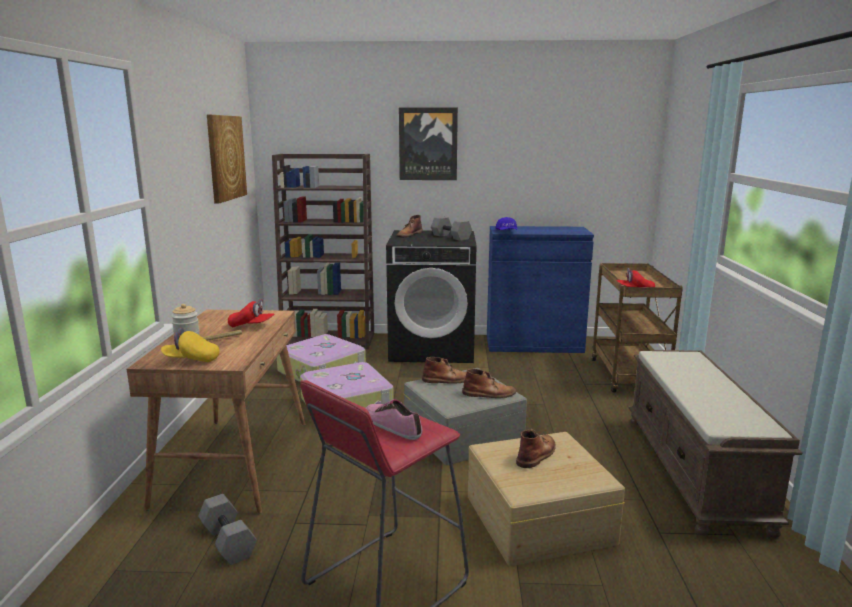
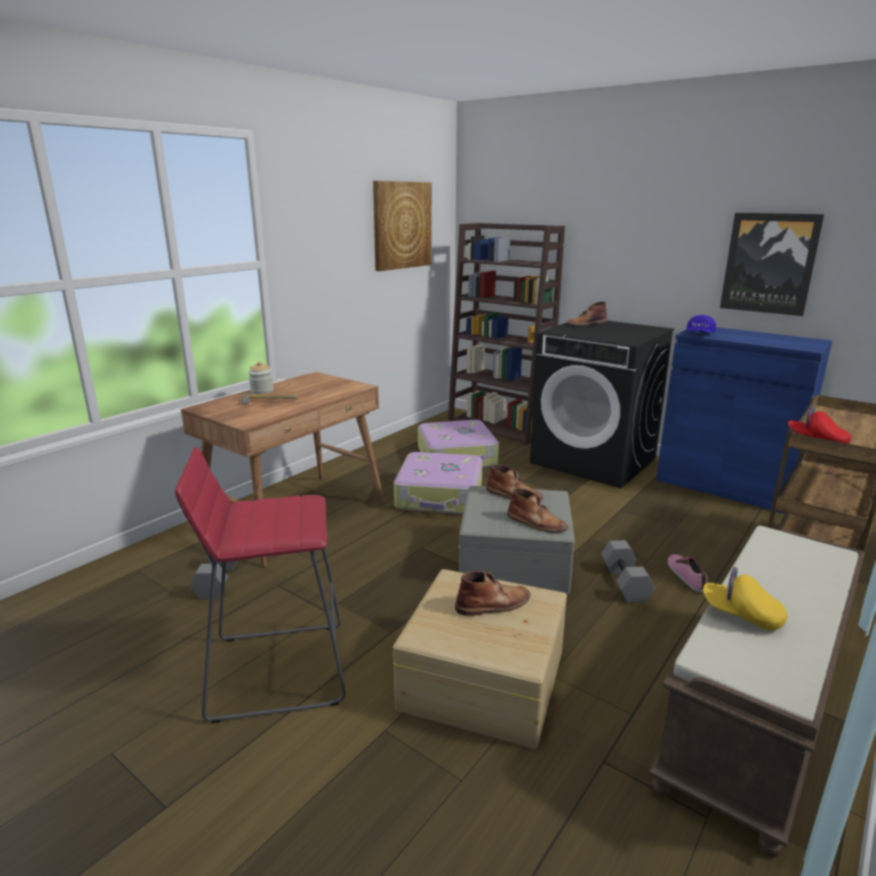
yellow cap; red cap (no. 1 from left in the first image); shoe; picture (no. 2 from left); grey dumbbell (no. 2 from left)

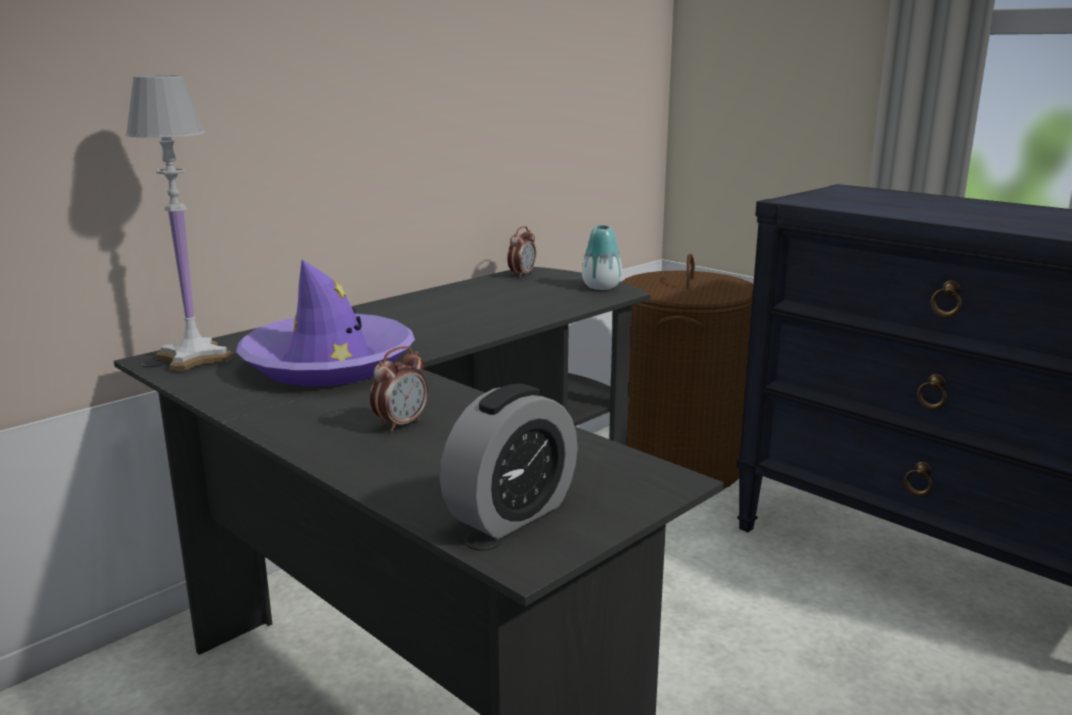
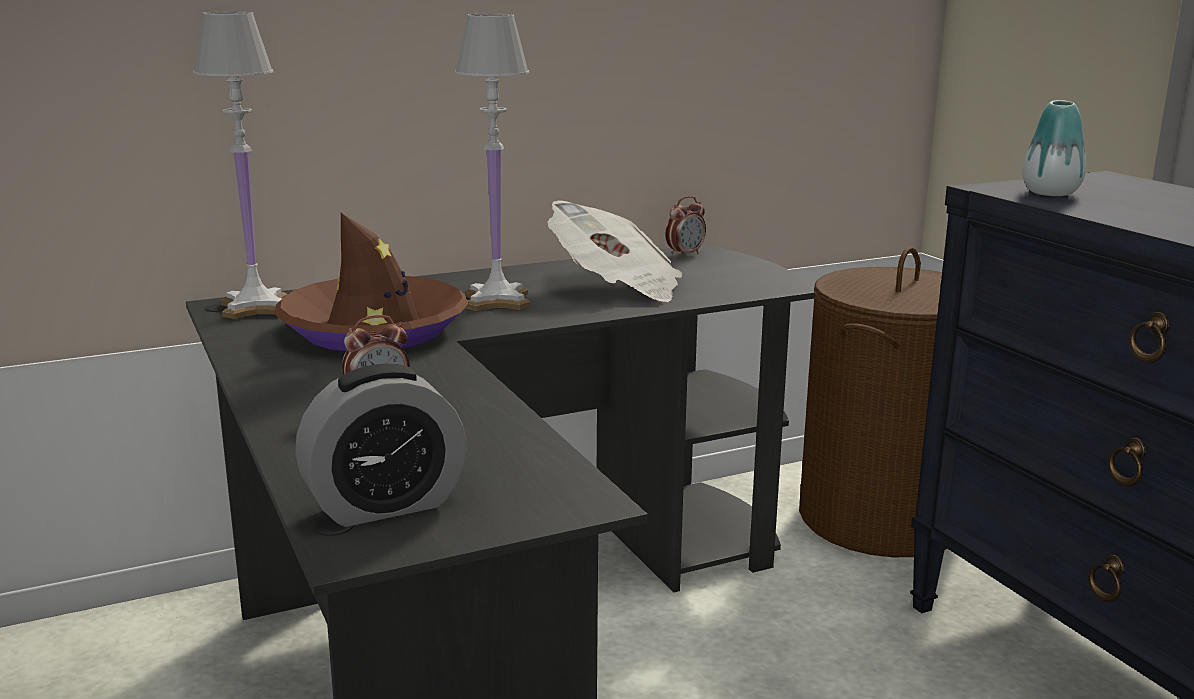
brown hat; vase; white table lamp (no. 2 from left); newspaper

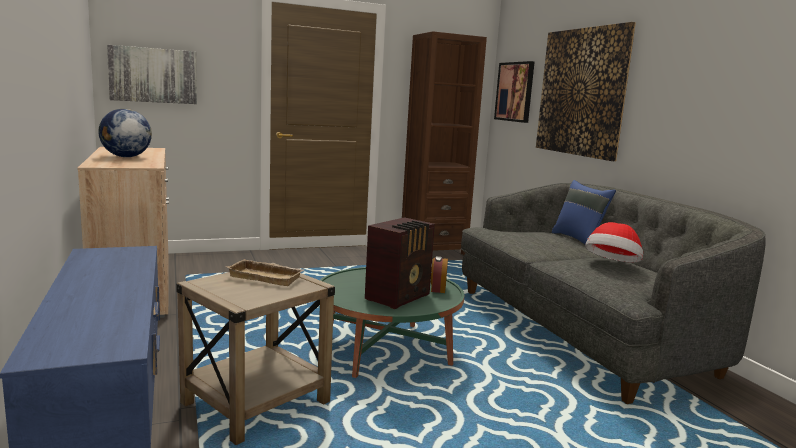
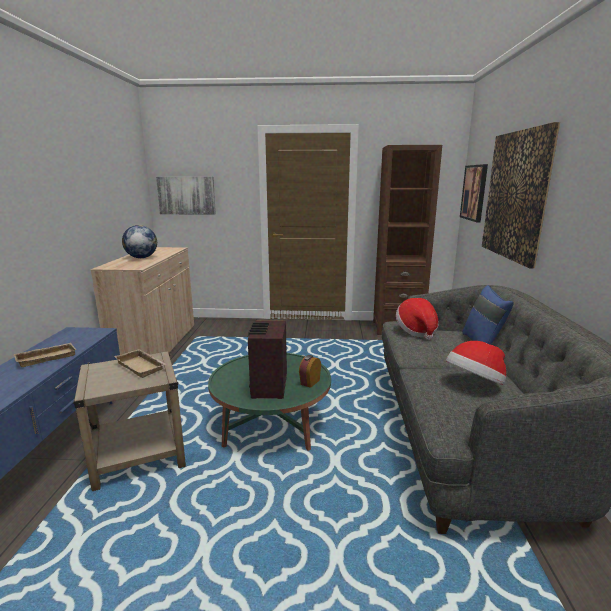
radio; beige tray (no. 1 from left); hat (no. 1 from left)

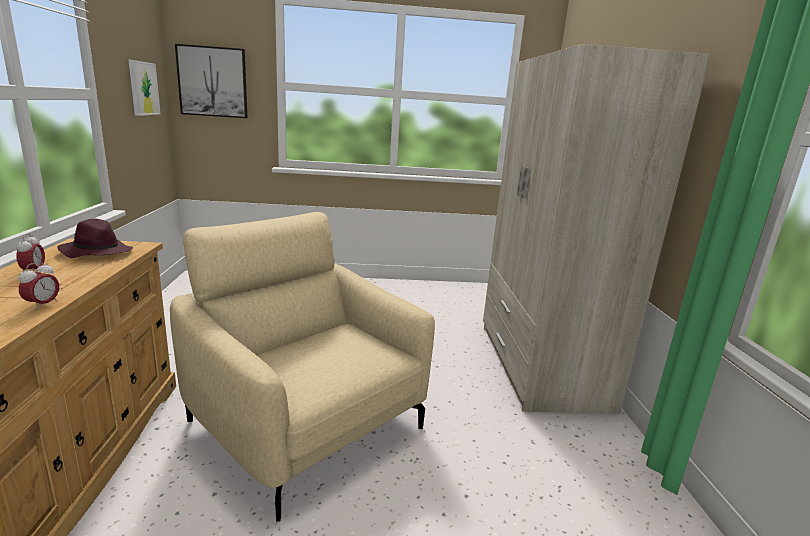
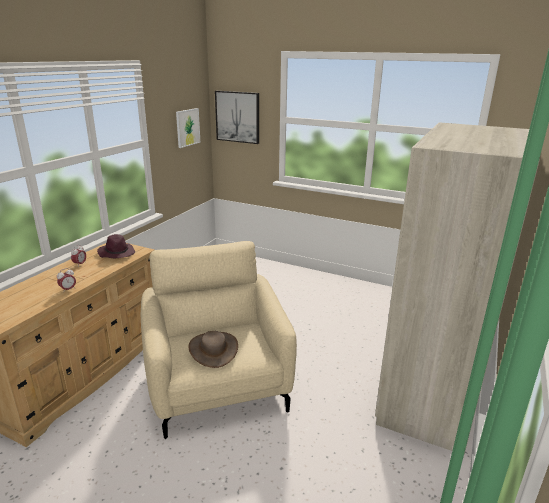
brown hat

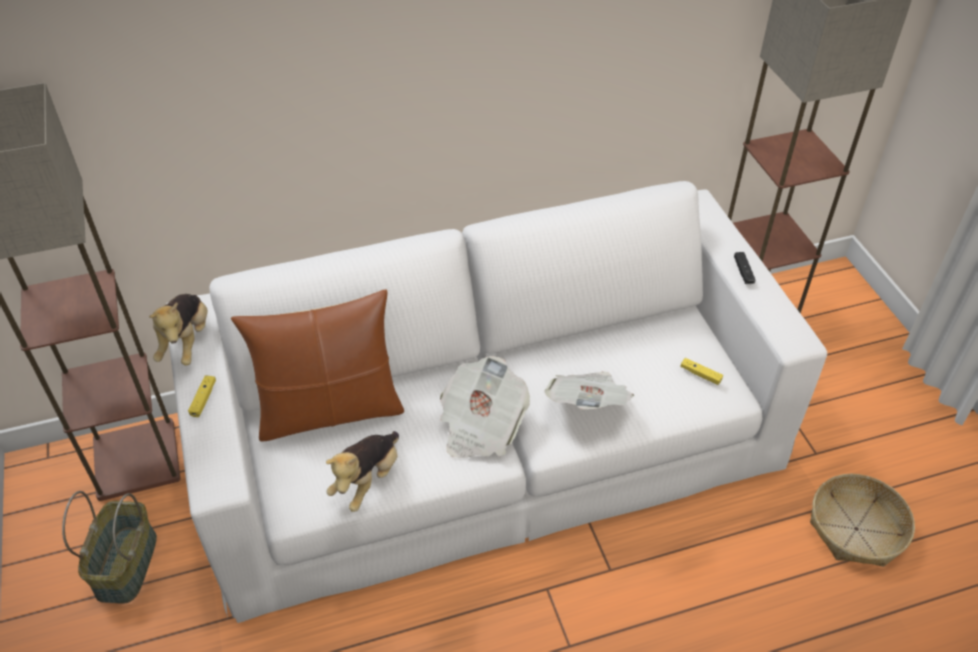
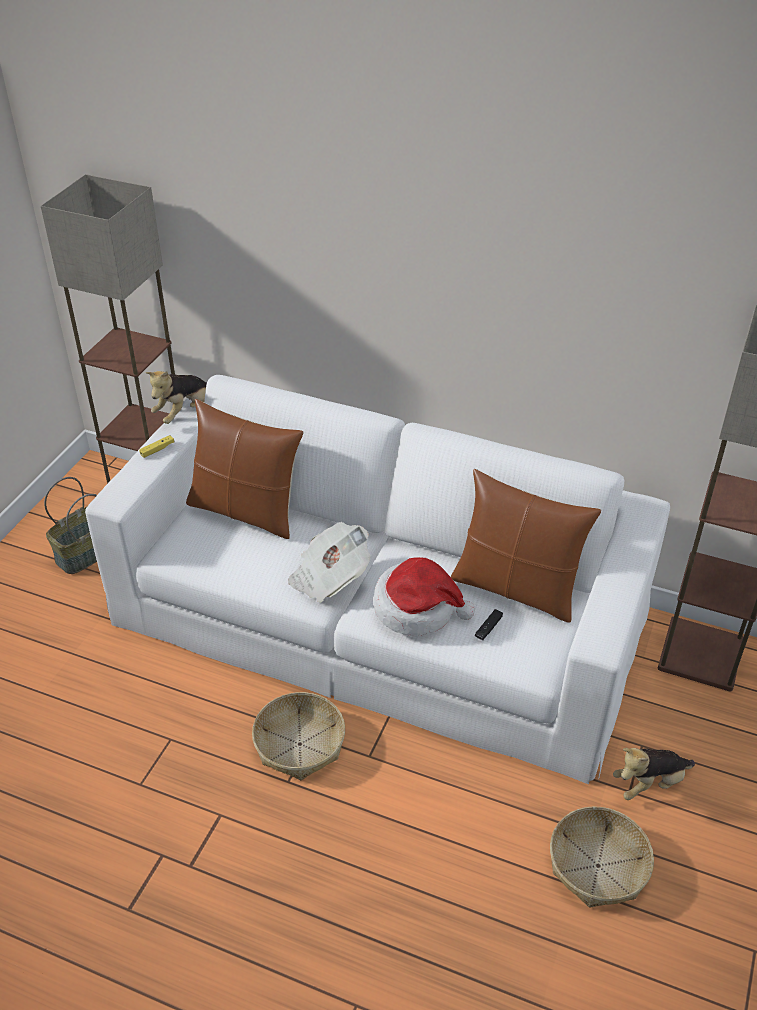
plush toy (no. 2 from left); hat; yellow game controller (no. 2 from left in the first image); black game controller; basket (no. 2 from left); brown pillow (no. 2 from left)

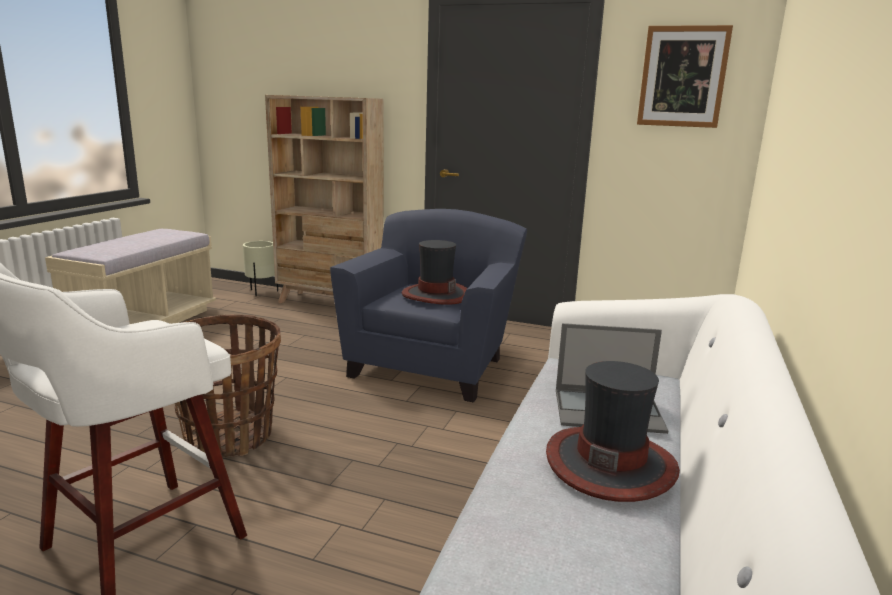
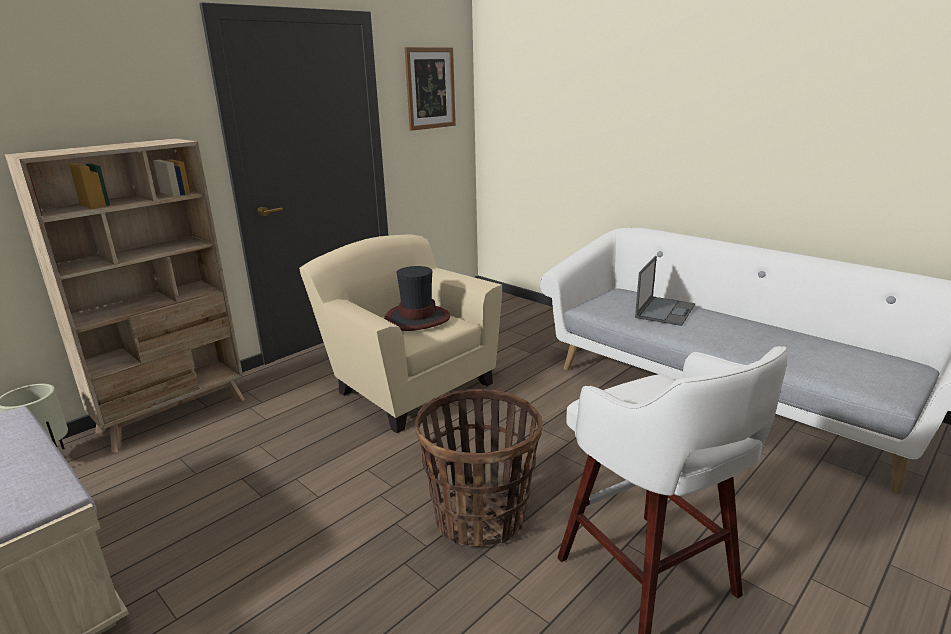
beige armchair; hat (no. 2 from left in the first image)

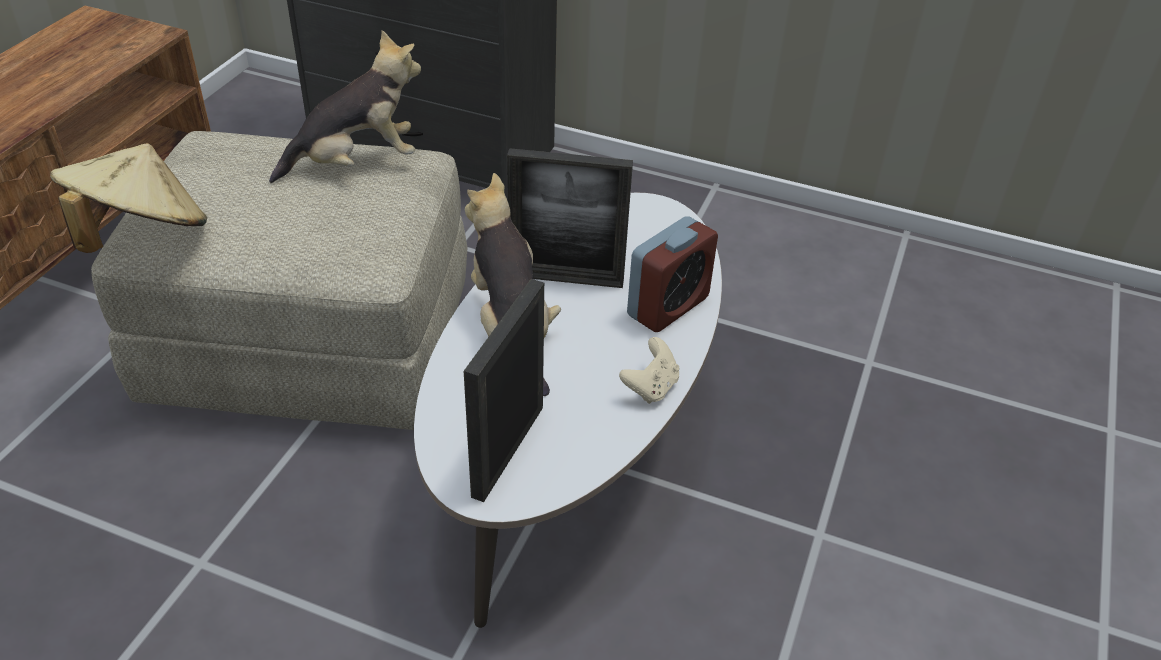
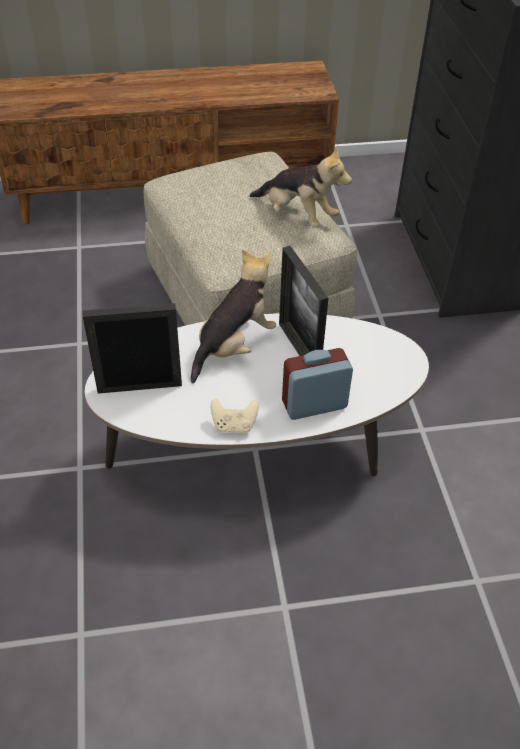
beige hat; alarm clock

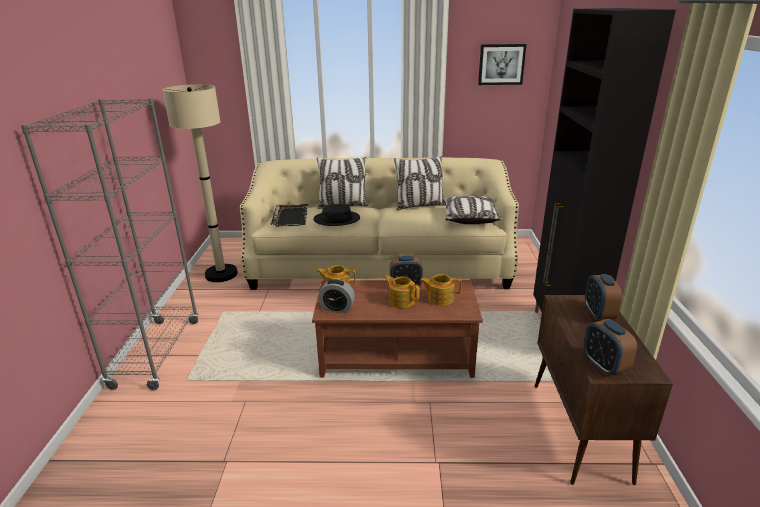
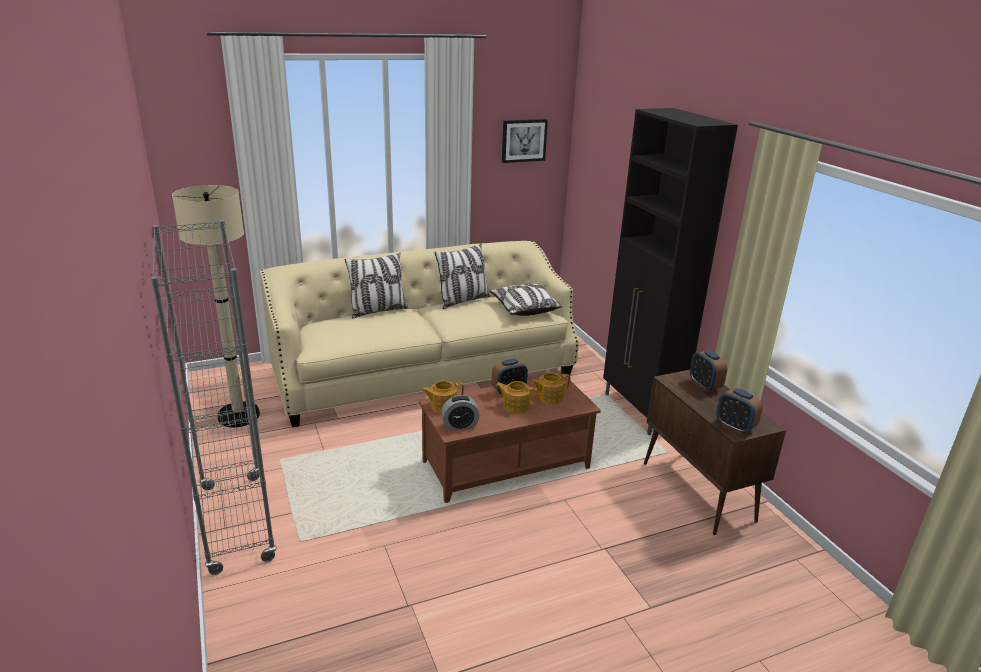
black tray; black hat

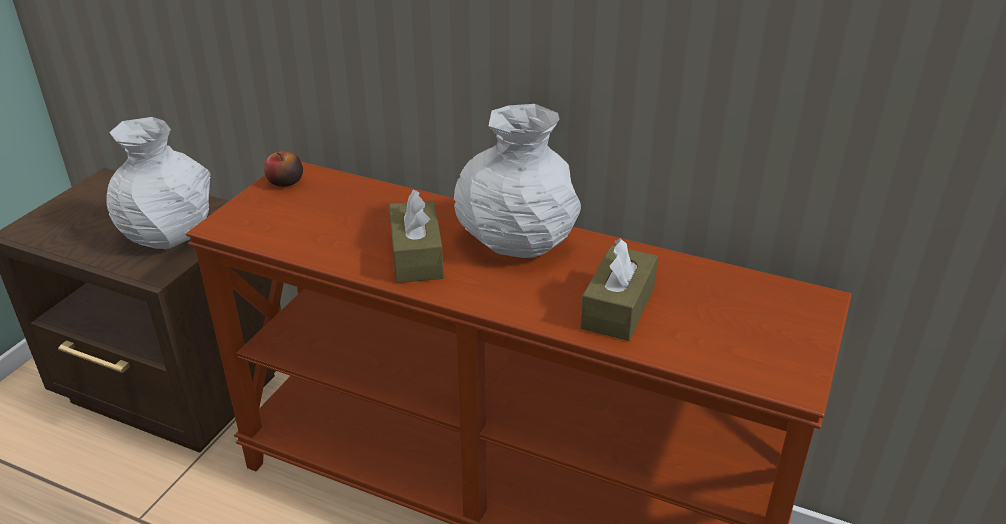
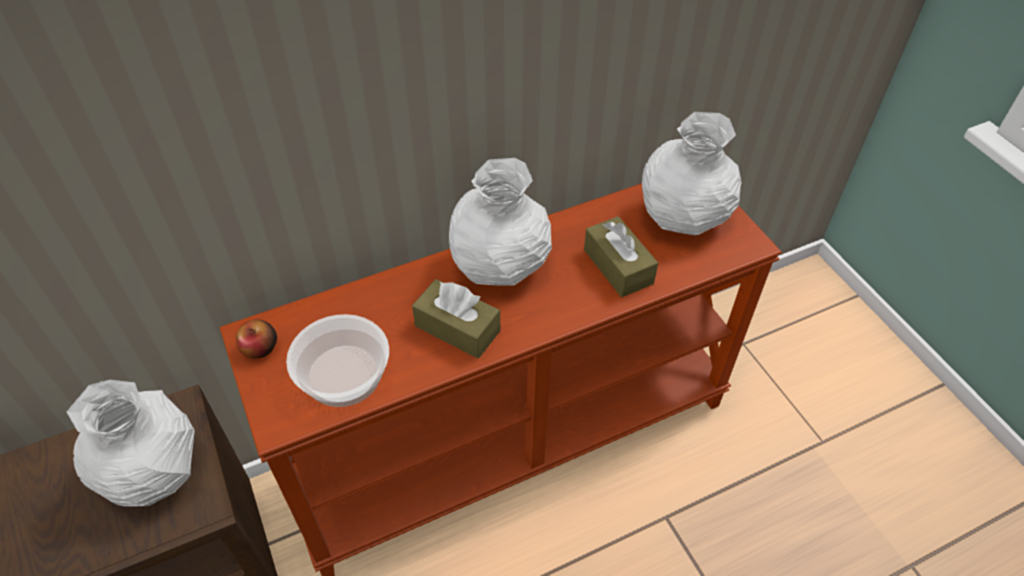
bowl; white vase (no. 3 from left)

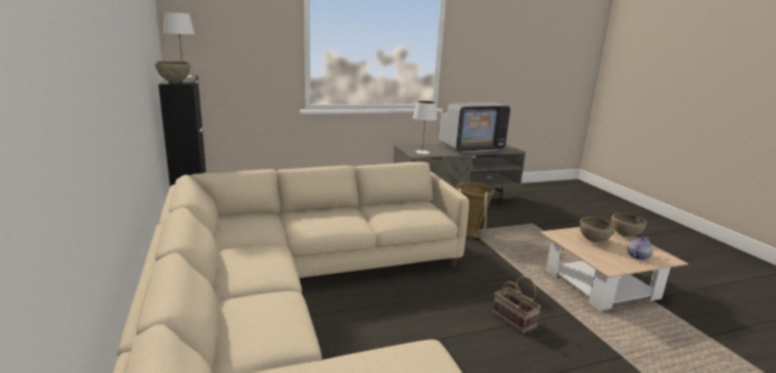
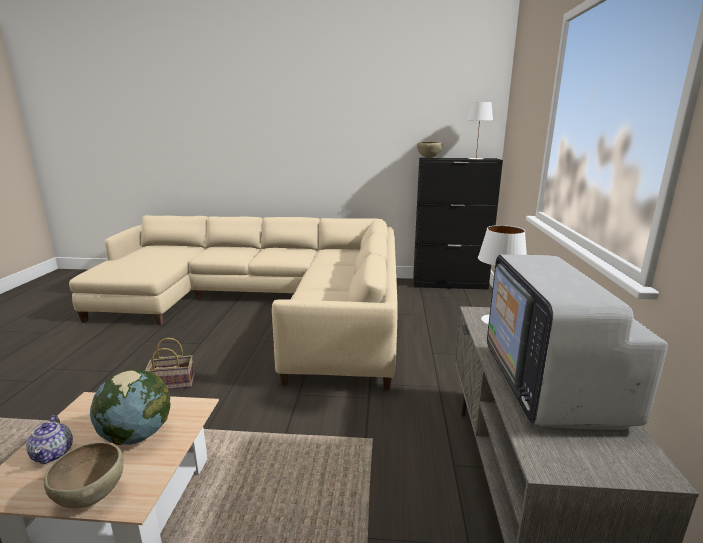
basket (no. 1 from left in the first image); globe

